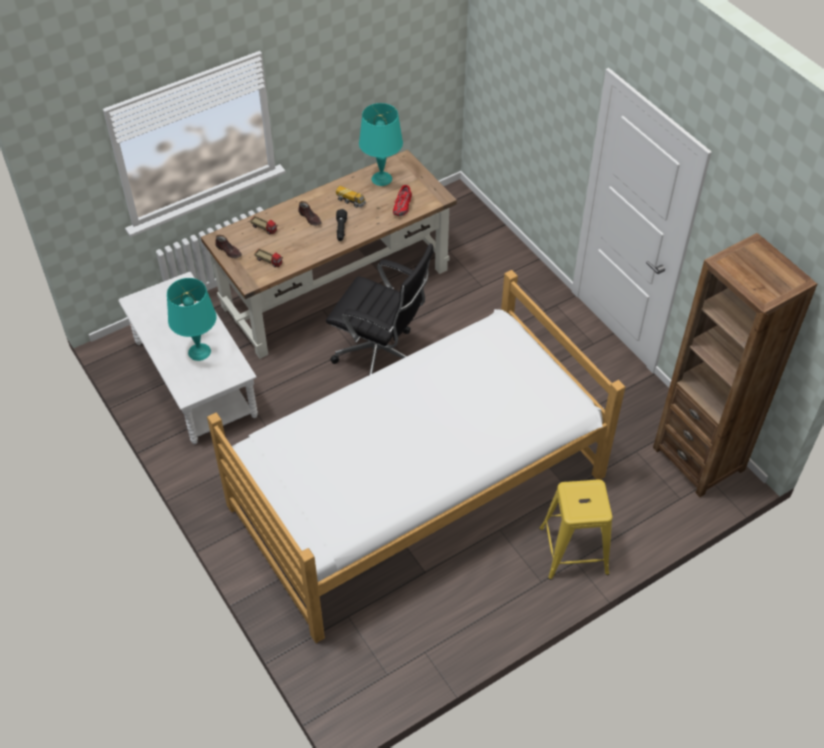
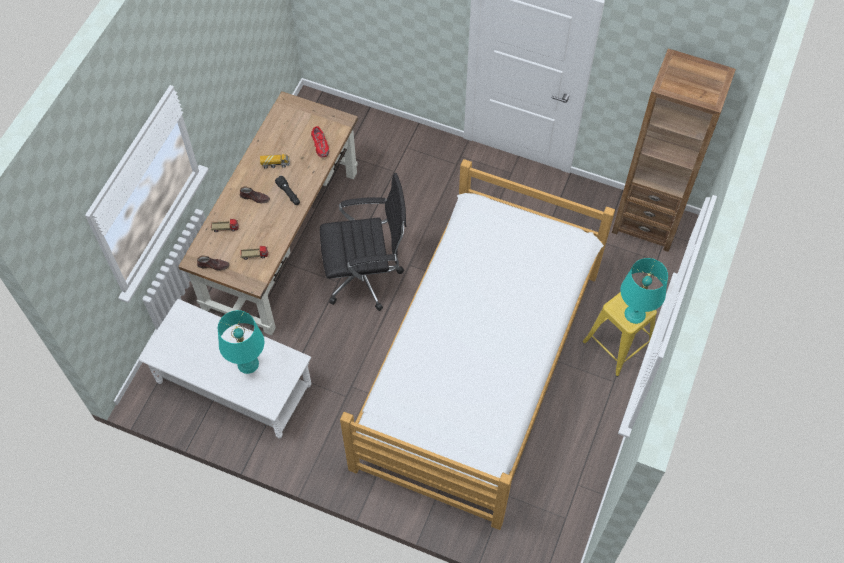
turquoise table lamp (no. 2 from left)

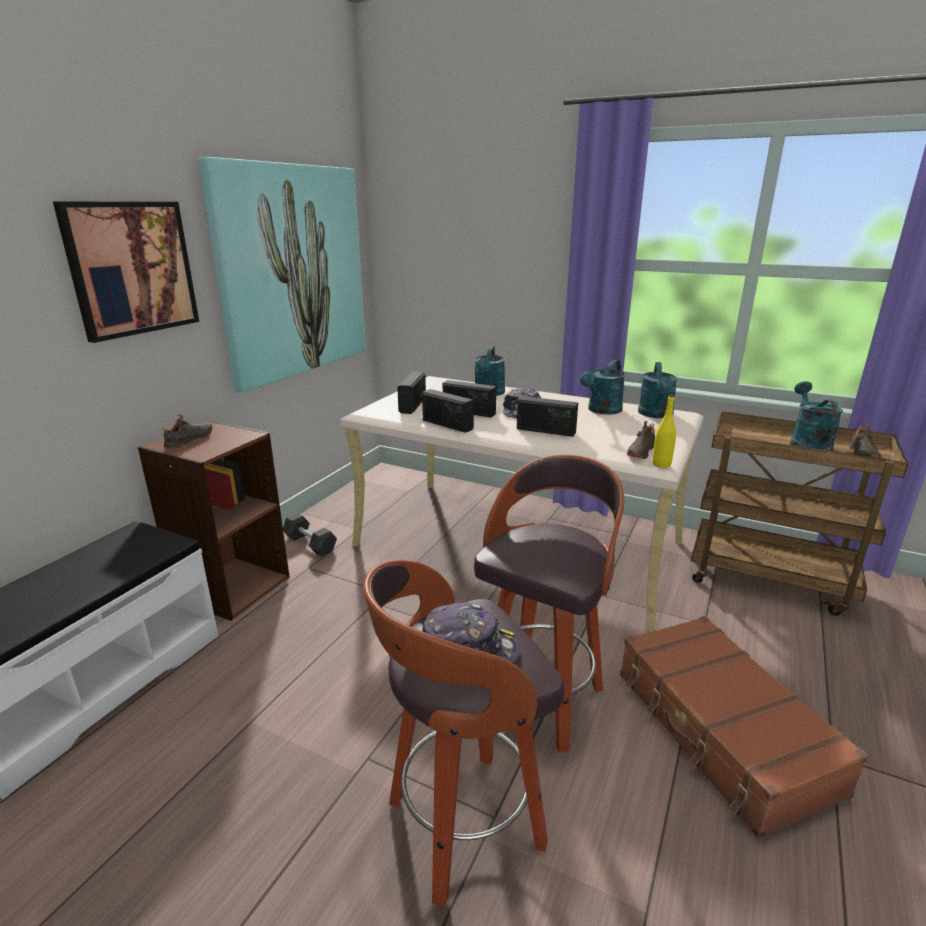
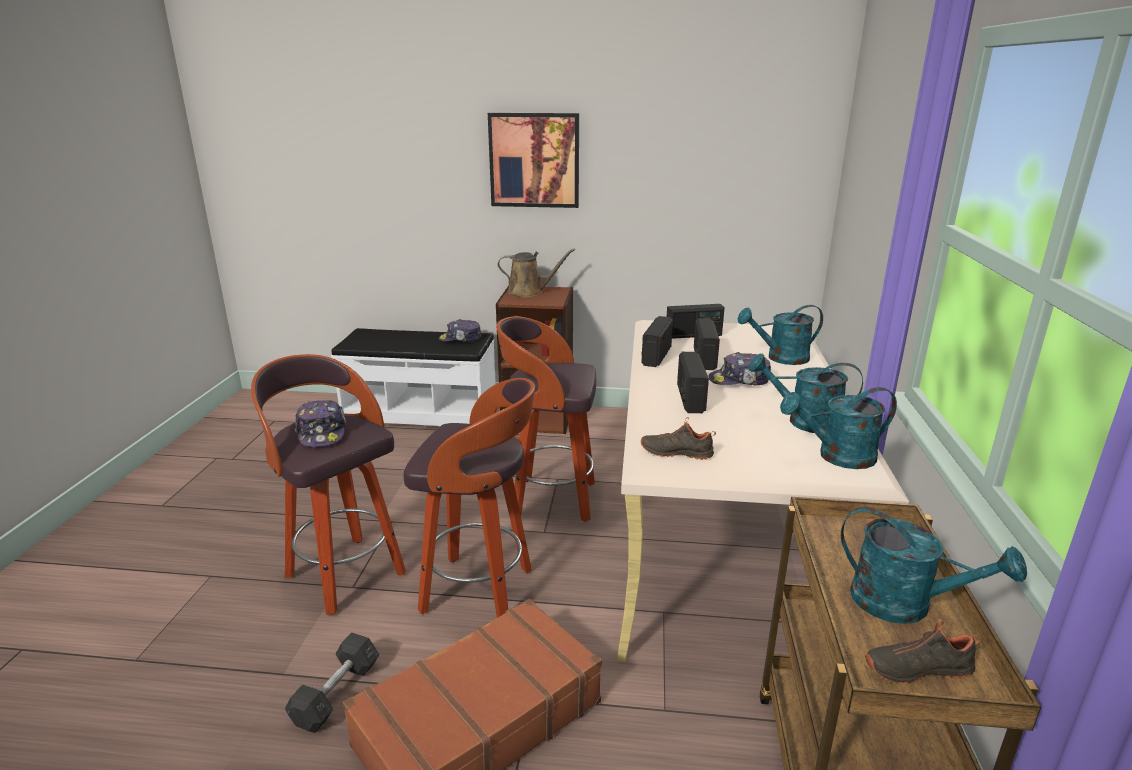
brown watering can; picture (no. 2 from left in the first image); grey dumbbell; yellow bottle; turquoise watering can (no. 4 from left); cap (no. 2 from left); stool (no. 3 from left)

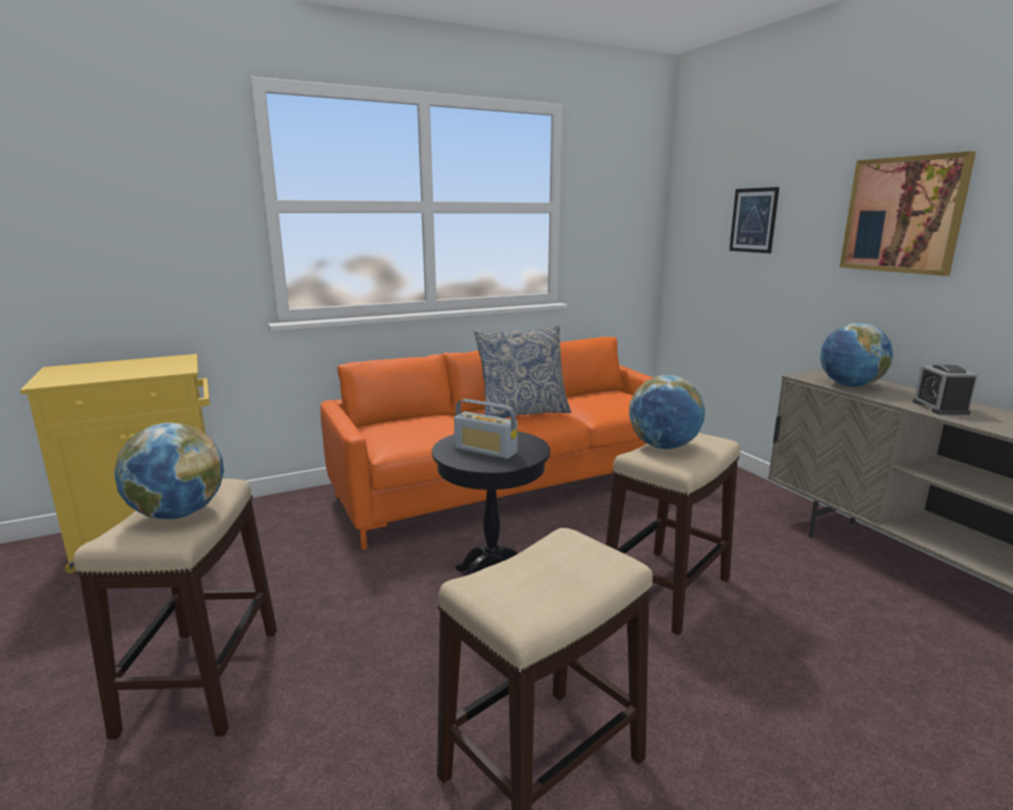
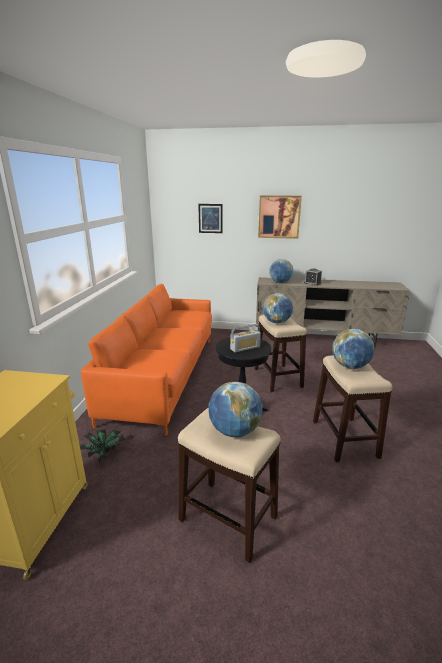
pillow; potted plant; globe (no. 4 from left)

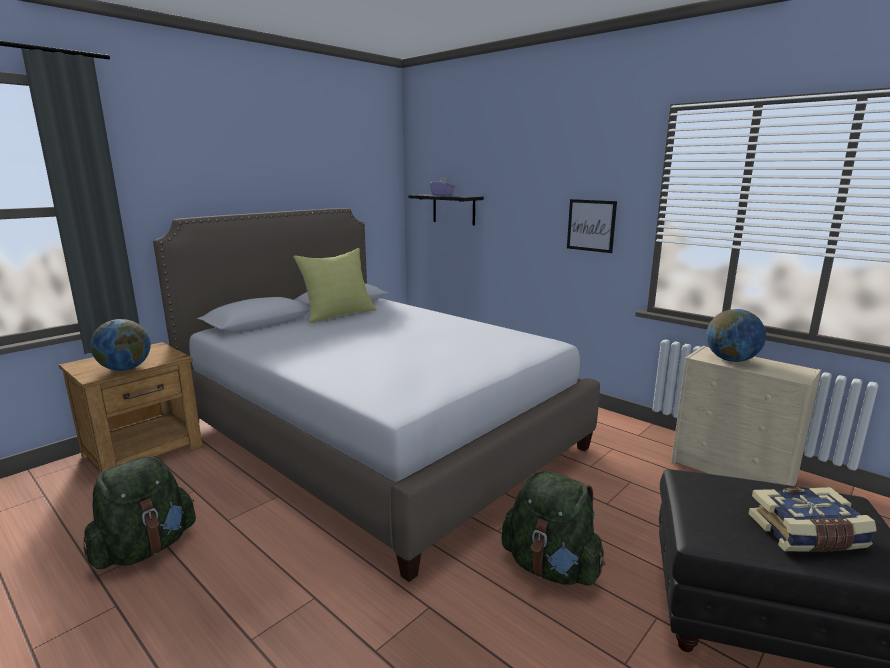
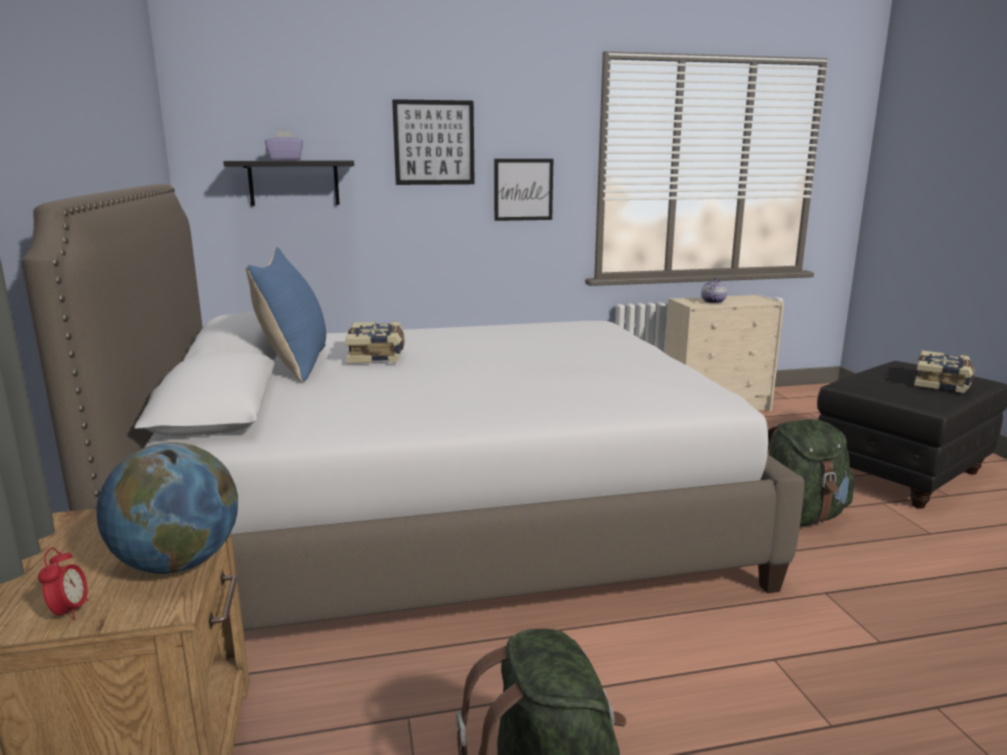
blue pillow; teapot; alarm clock; book (no. 1 from left); picture (no. 1 from left)

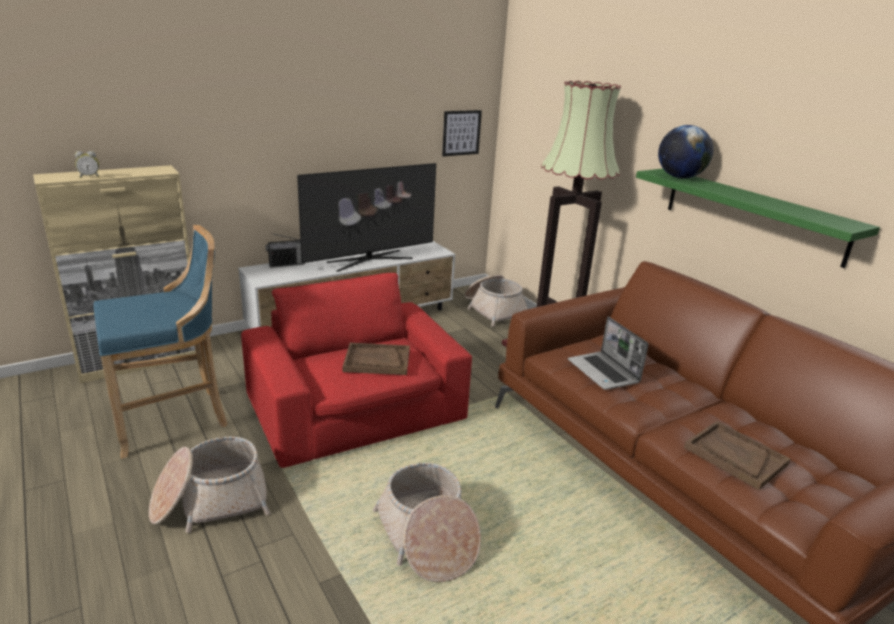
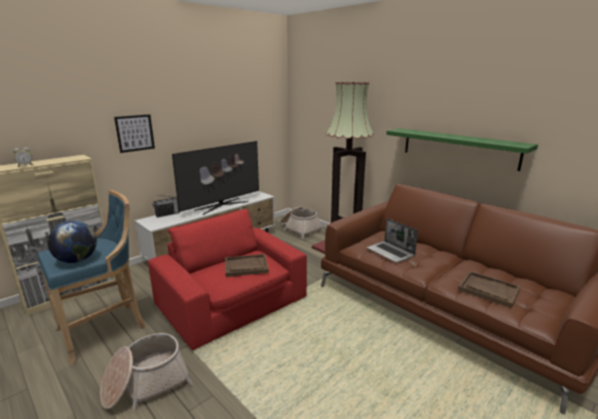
basket (no. 2 from left in the first image); picture; globe

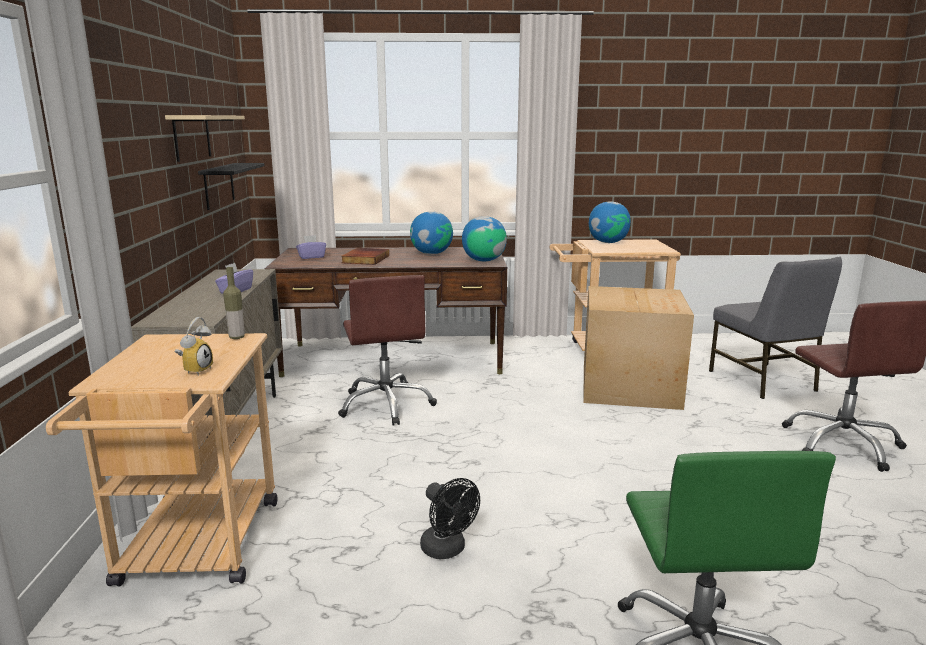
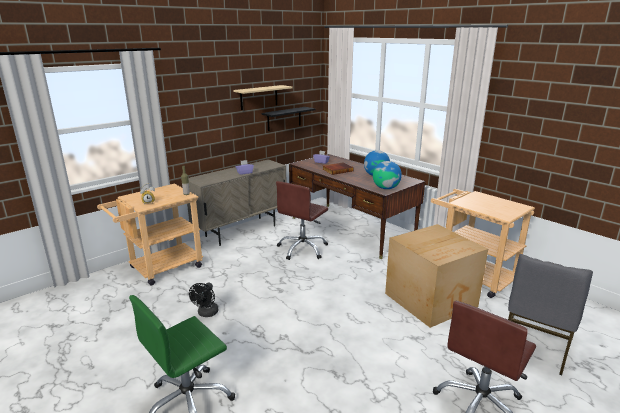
globe (no. 3 from left in the first image)

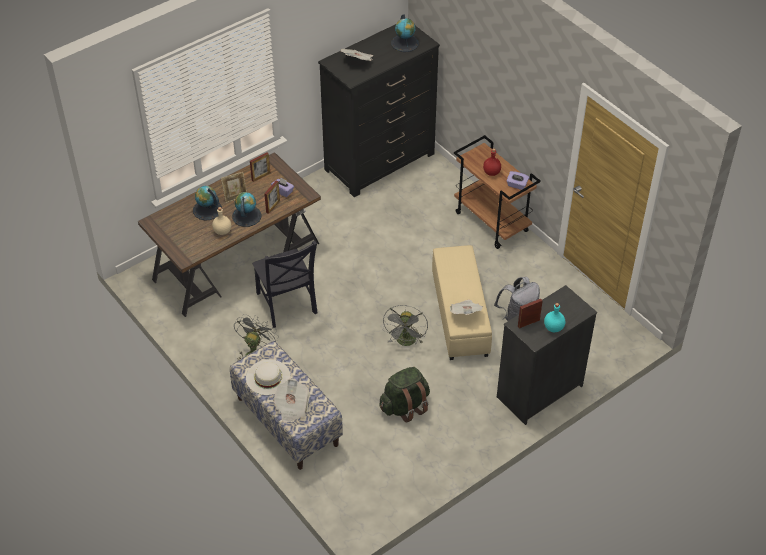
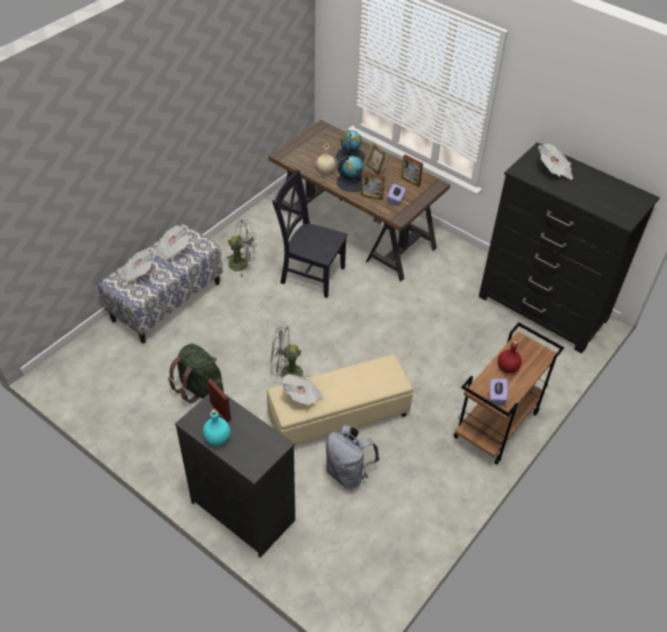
newspaper (no. 2 from left); black chair; globe (no. 3 from left in the first image)

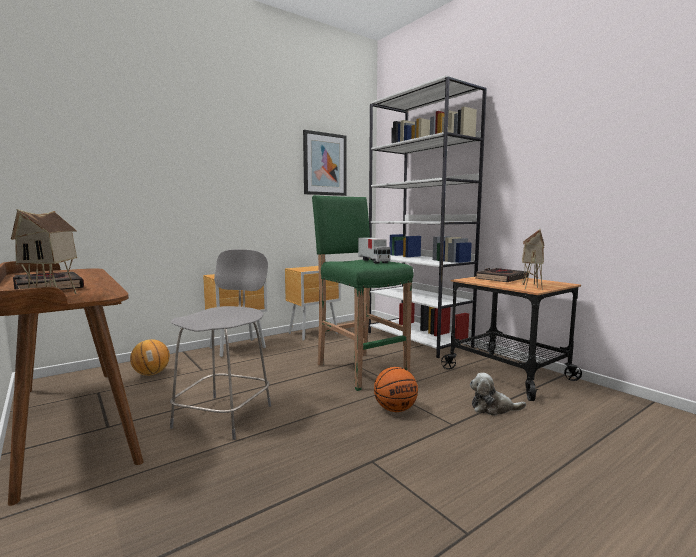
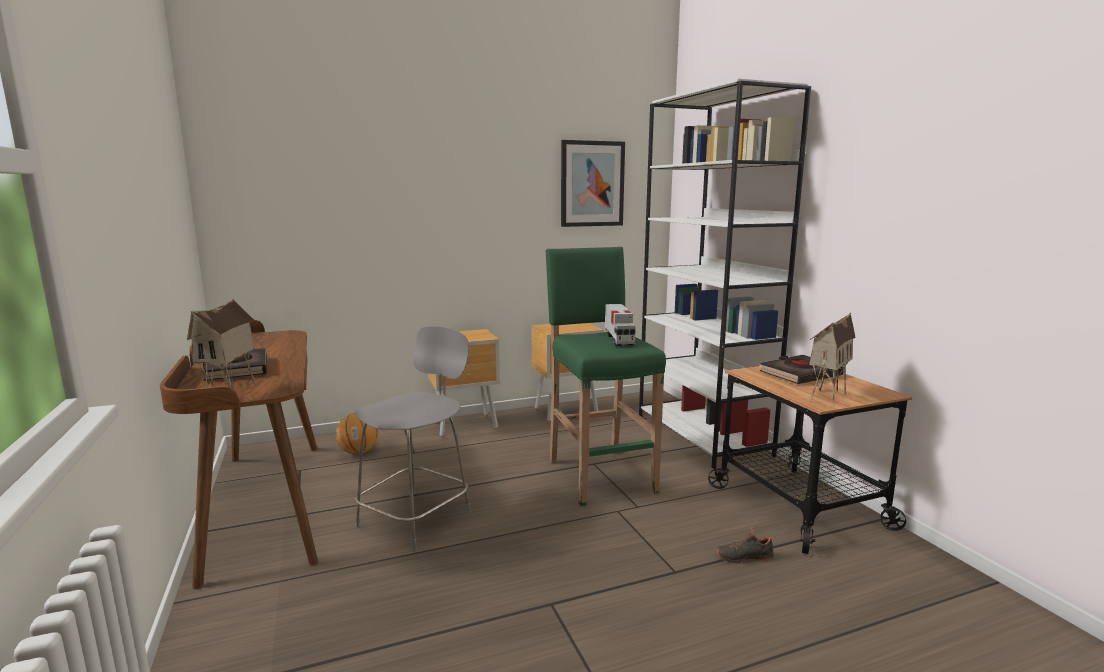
basketball (no. 2 from left in the first image); black shoe

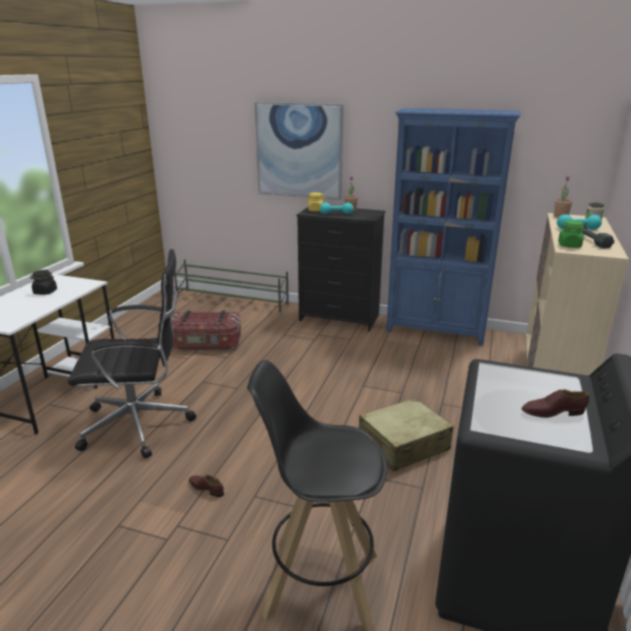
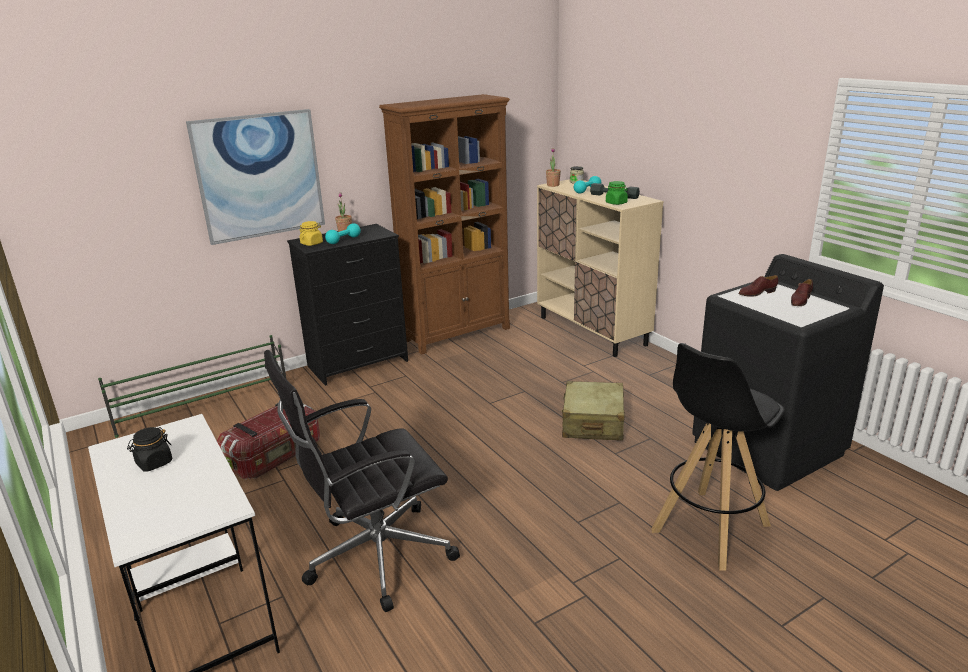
black office chair; brown shoe (no. 1 from left); brown bookcase

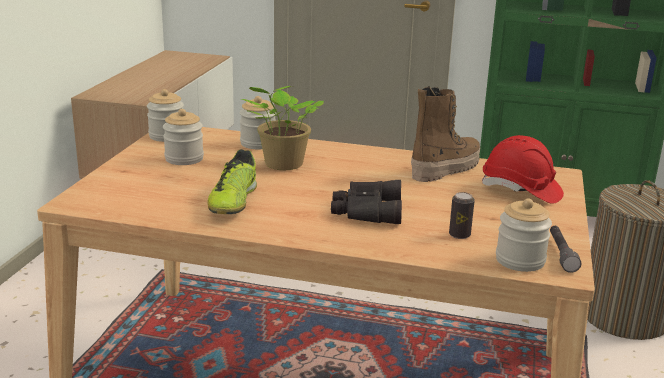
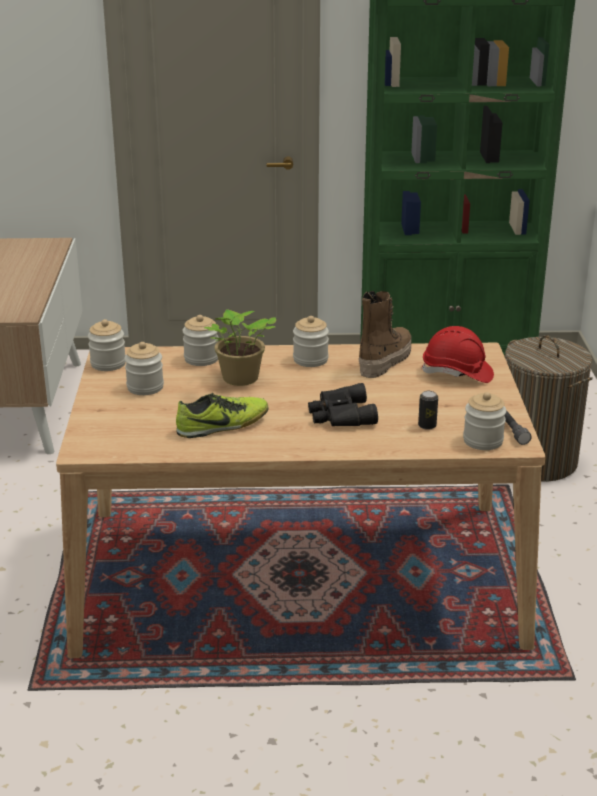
shoe; jar (no. 4 from left)

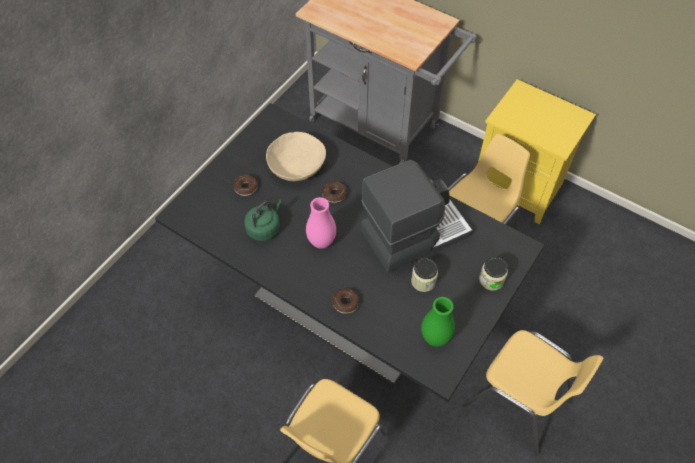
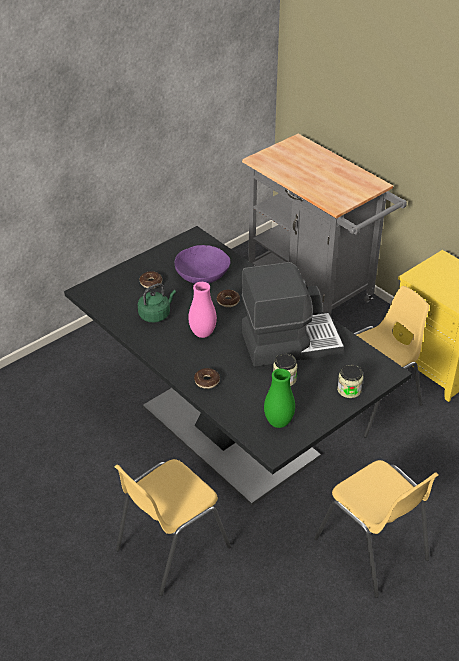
purple bowl

